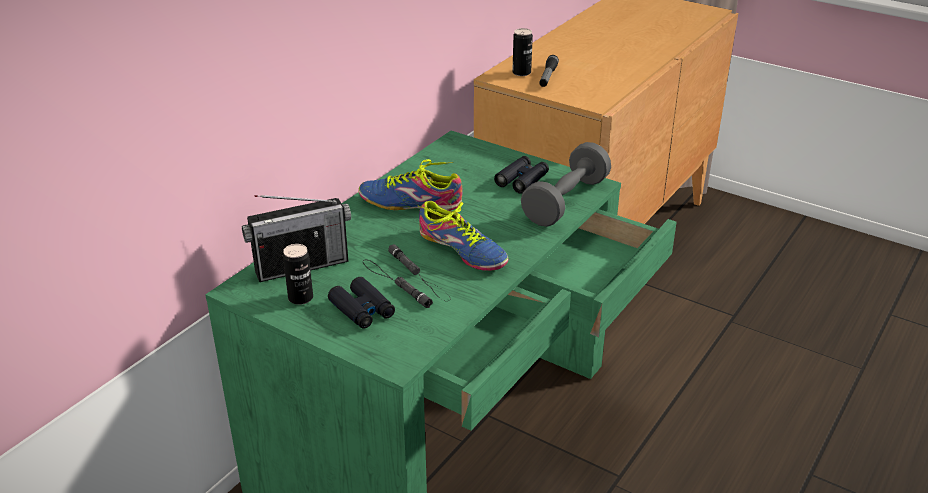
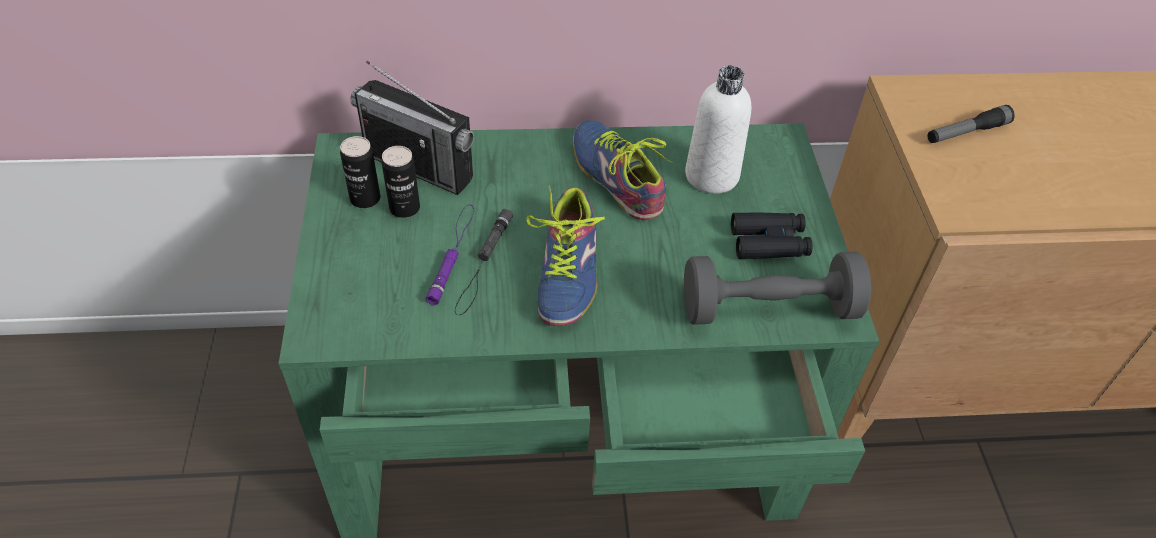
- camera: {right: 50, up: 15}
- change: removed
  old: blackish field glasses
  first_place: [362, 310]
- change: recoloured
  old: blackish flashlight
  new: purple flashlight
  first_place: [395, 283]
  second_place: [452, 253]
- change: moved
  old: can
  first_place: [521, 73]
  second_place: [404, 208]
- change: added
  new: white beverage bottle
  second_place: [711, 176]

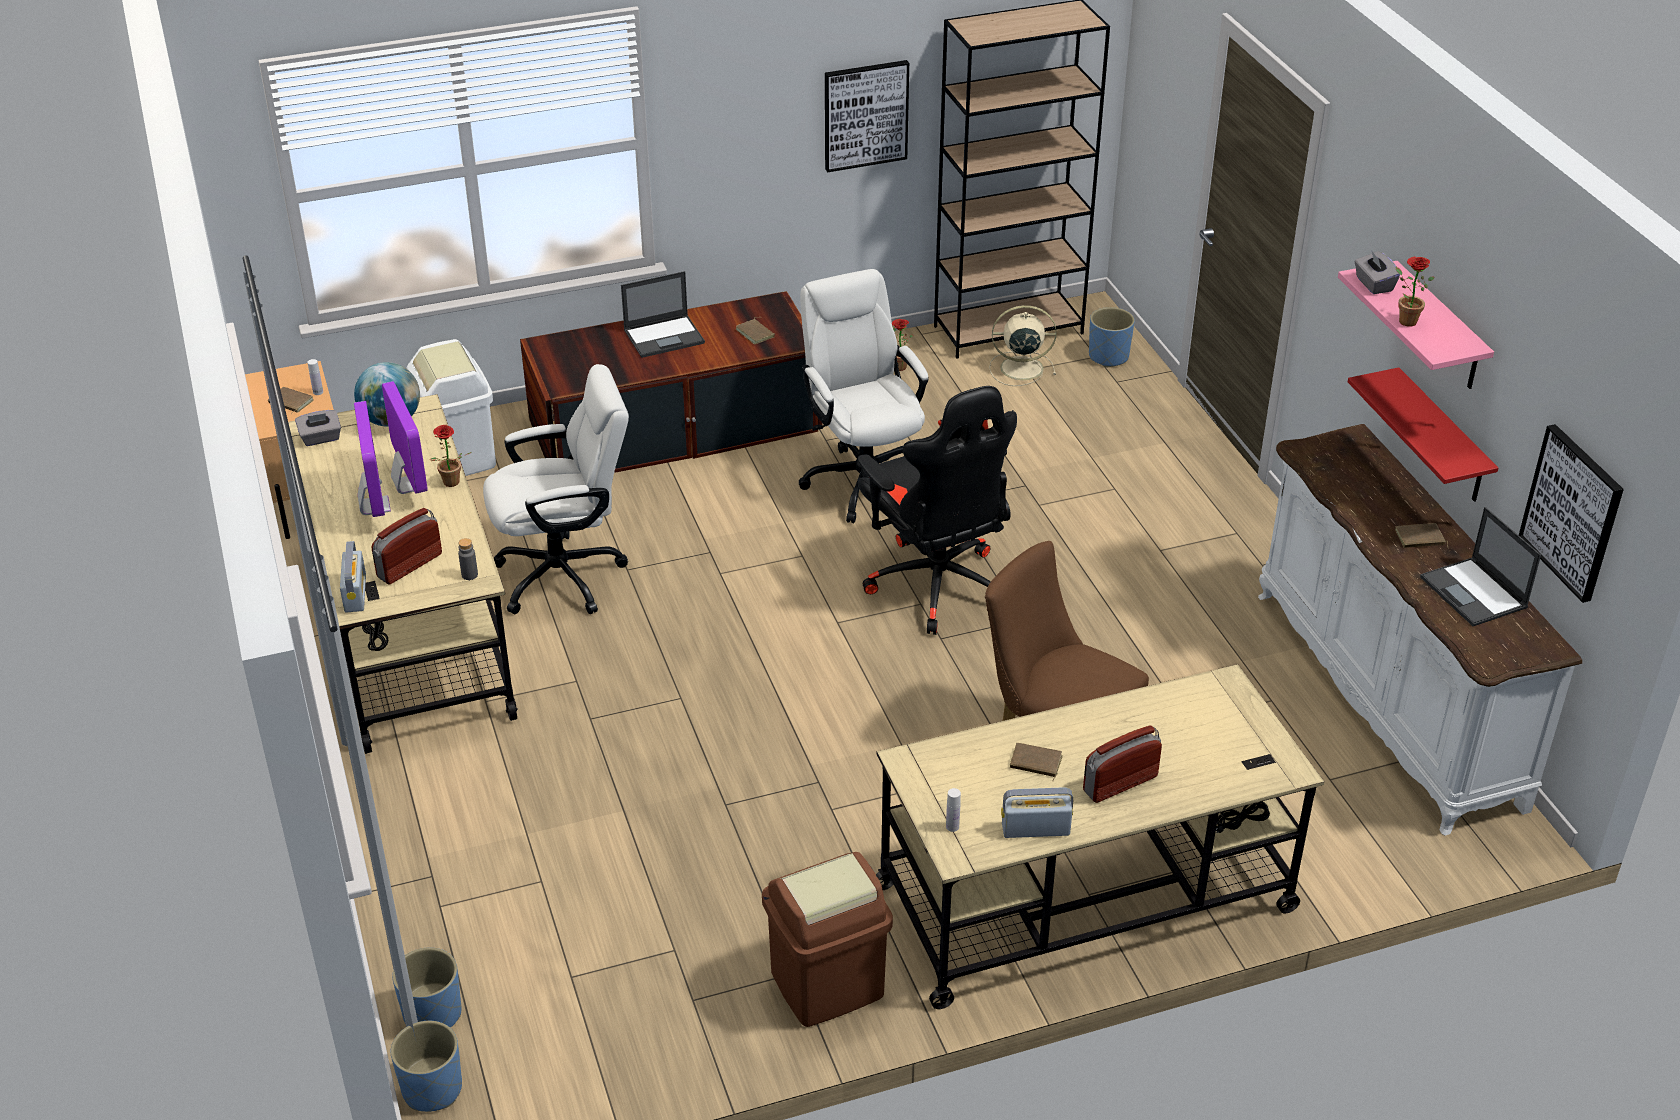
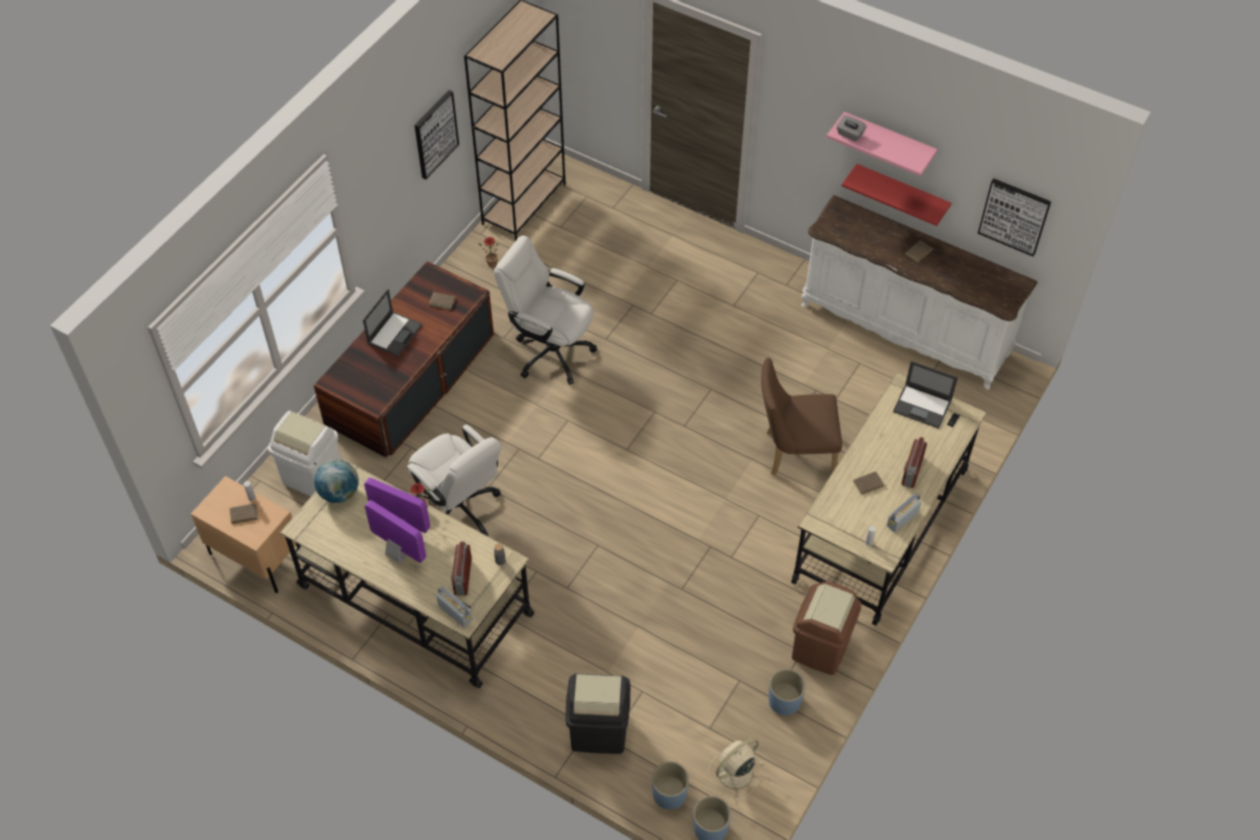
- camera: {right: -40, up: 15}
- change: removed
  old: greyish tissue box
  first_place: [321, 438]
- change: turned
  old: white desk chair
  first_place: [566, 576]
  second_place: [461, 512]
  degrees: 105
- change: removed
  old: blackish desk chair
  first_place: [932, 578]
- change: moved
  old: sand-coloured fan
  first_place: [1019, 368]
  second_place: [734, 773]
- change: moved
  old: blue planter
  first_place: [1109, 357]
  second_place: [785, 701]
- change: removed
  old: potted plant
  first_place: [1404, 320]
- change: moved
  old: notebook computer
  first_place: [1474, 593]
  second_place: [923, 406]
- change: added
  new: blackish trash can
  second_place: [599, 730]

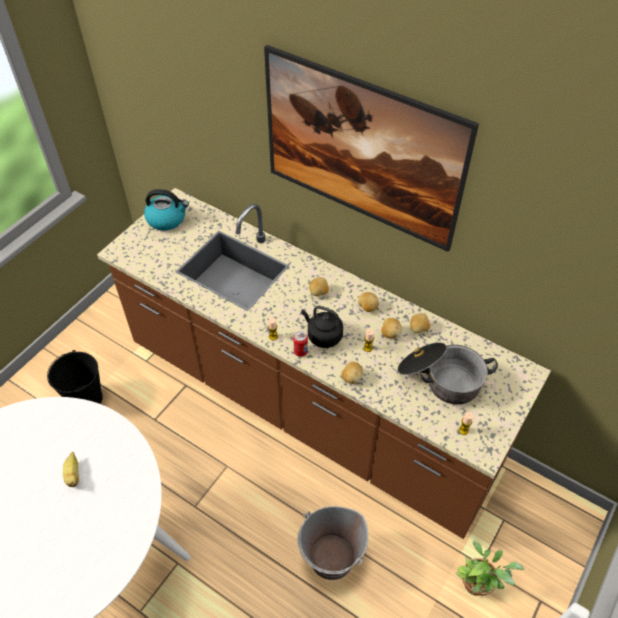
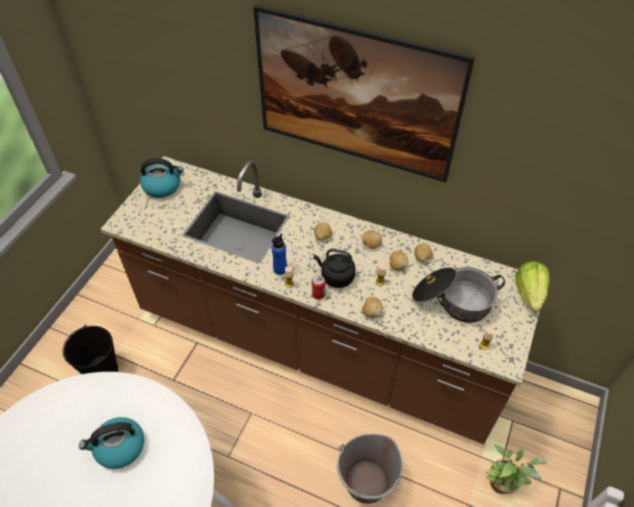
- camera: {right: -10, up: 0}
- change: replaced
  old: whole banana
  new: kettle
  first_place: [73, 474]
  second_place: [119, 447]
- change: added
  new: blue beverage bottle
  second_place: [280, 269]
- change: added
  new: lettuce head
  second_place: [529, 293]

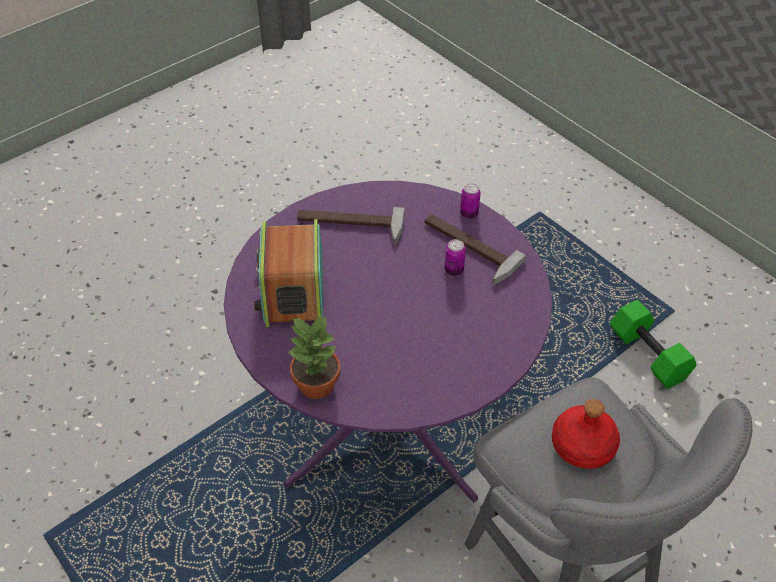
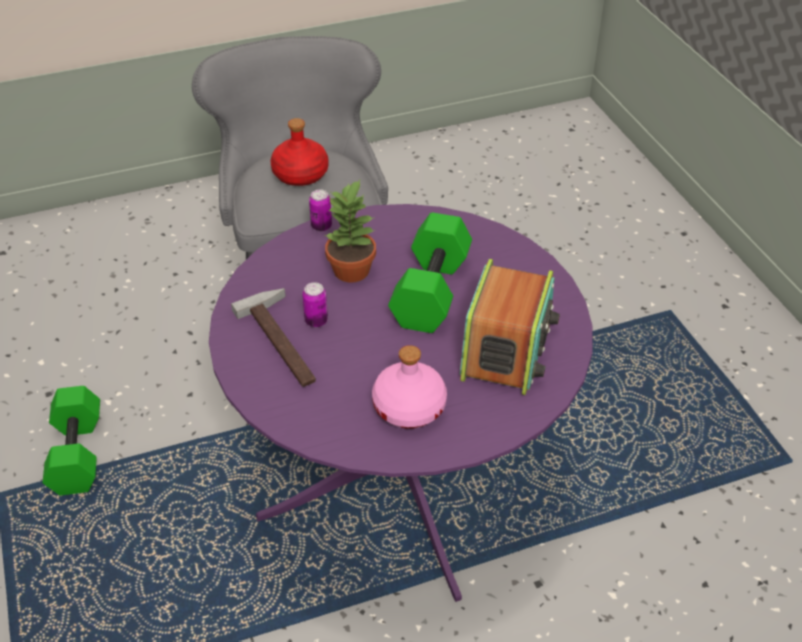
- camera: {right: -160, up: -5}
- change: moved
  old: potted plant
  first_place: [315, 384]
  second_place: [352, 270]
- change: replaced
  old: hammer
  new: pinkish beverage bottle
  first_place: [349, 225]
  second_place: [410, 407]
- change: moved
  old: can
  first_place: [469, 214]
  second_place: [321, 226]
- change: added
  new: green dumbbell
  second_place: [429, 290]

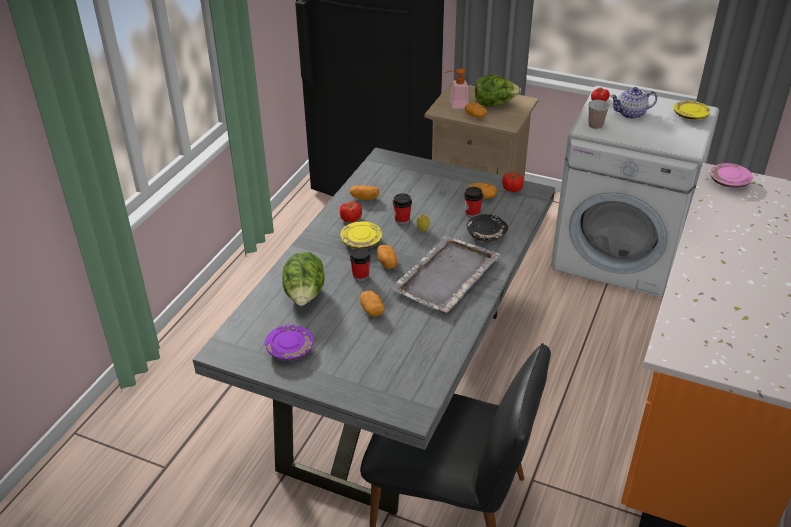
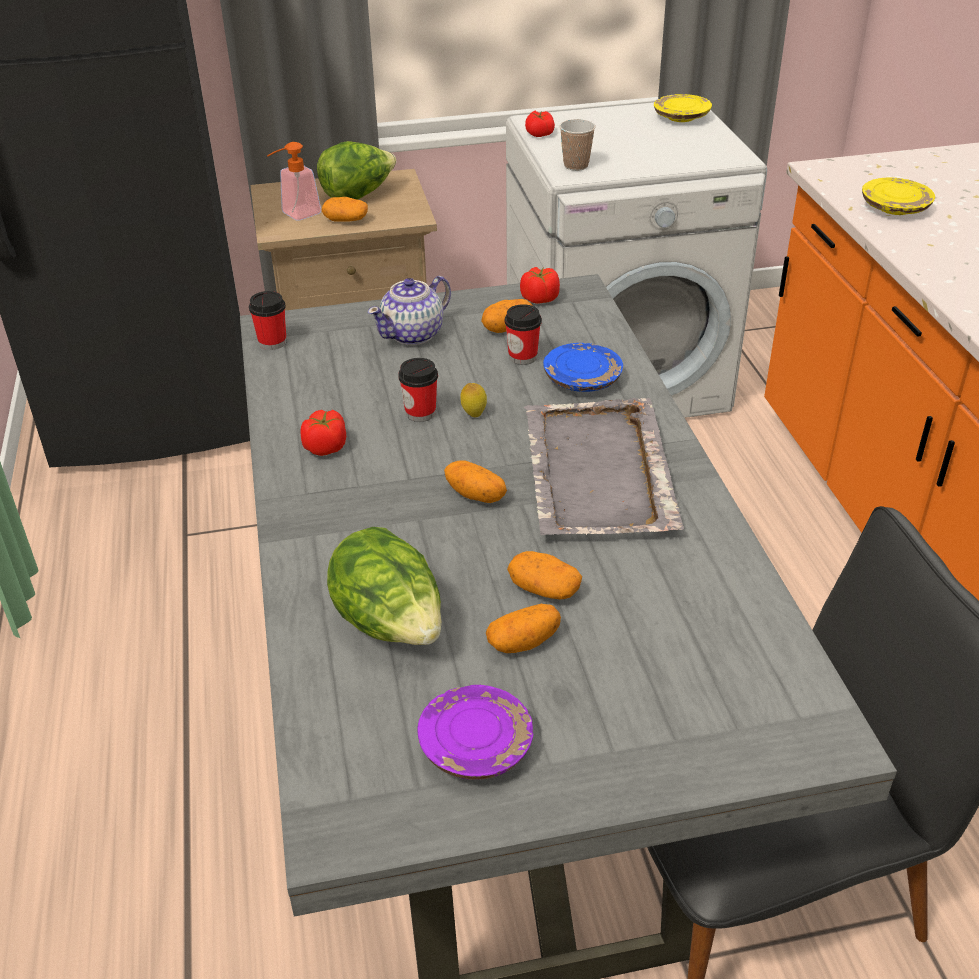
- camera: {right: -35, up: 0}
- change: moved
  old: yellowish dinner plate
  first_place: [361, 241]
  second_place: [895, 208]
- change: moved
  old: whole potato
  first_place: [364, 198]
  second_place: [523, 642]
- change: moved
  old: cup
  first_place: [360, 275]
  second_place: [272, 342]
- change: recoloured
  old: blackish dinner plate
  new: blue dinner plate
  first_place: [486, 234]
  second_place: [582, 379]
- change: moved
  old: teapot
  first_place: [631, 114]
  second_place: [413, 334]
- change: removed
  old: pinkish dinner plate
  first_place: [729, 182]

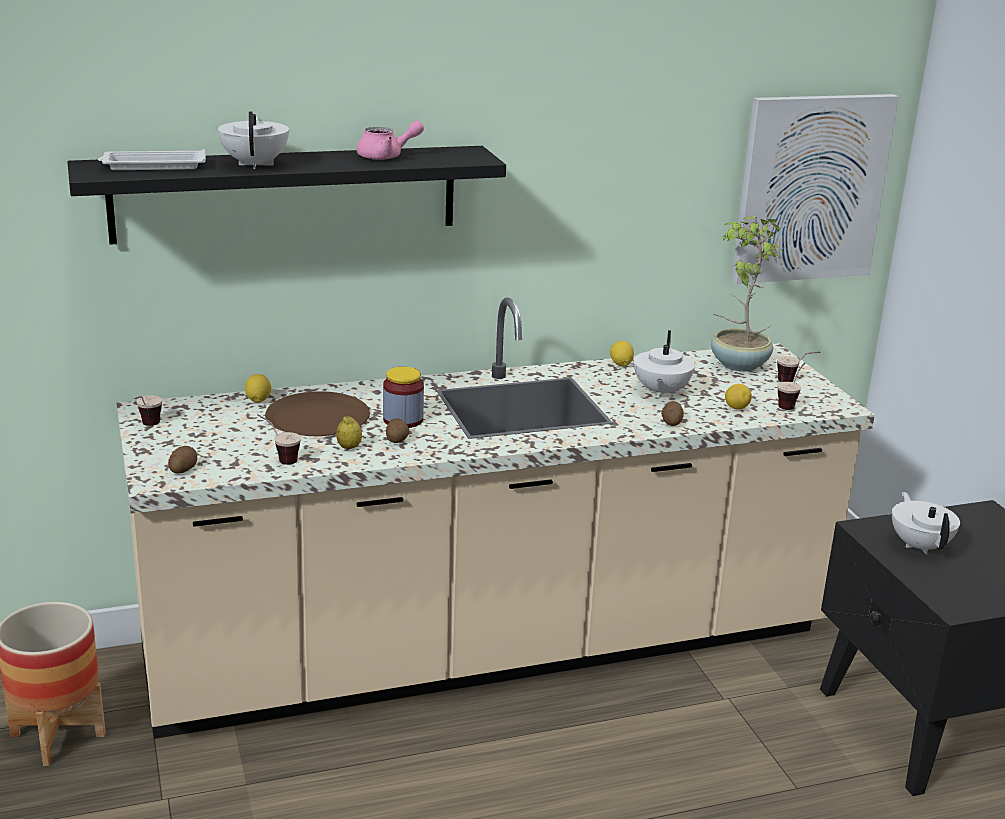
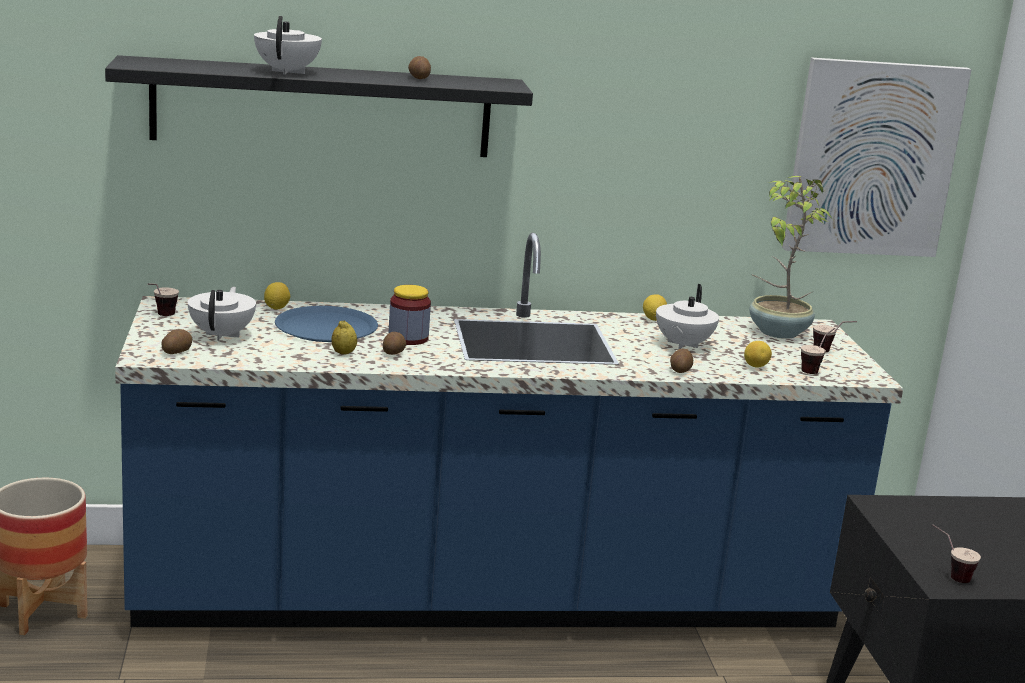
- camera: {right: 10, up: -5}
- change: removed
  old: white tray
  first_place: [152, 166]
- change: recoloured
  old: sand-coloured counter
  new: blue counter
  first_place: [491, 650]
  second_place: [490, 598]
- change: moved
  old: cup
  first_place: [279, 459]
  second_place: [948, 575]
- change: recoloured
  old: brownish dinner plate
  new: blue dinner plate
  first_place: [318, 417]
  second_place: [326, 327]
- change: replaced
  old: pinkish teapot
  new: whole potato
  first_place: [386, 156]
  second_place: [419, 78]
- change: moved
  old: white teapot
  first_place: [920, 545]
  second_place: [222, 335]

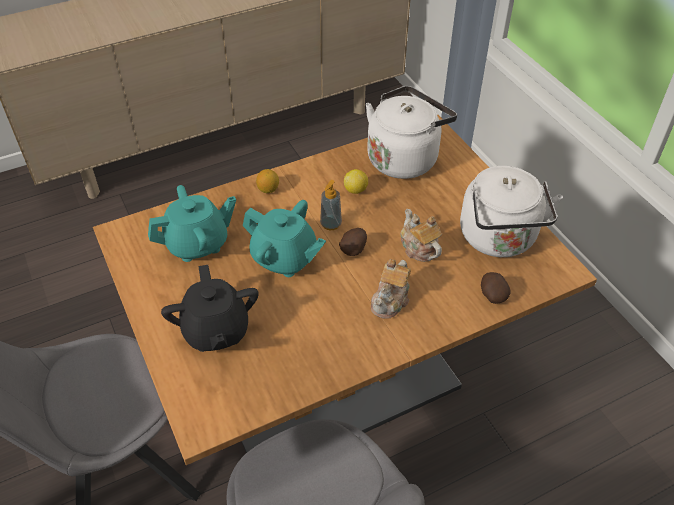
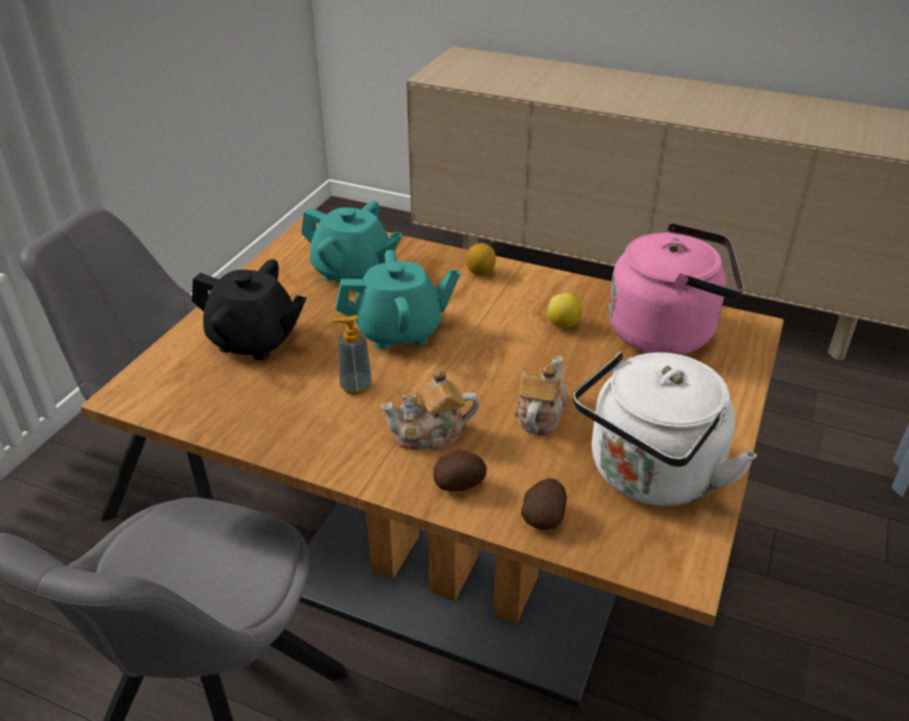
- camera: {right: 50, up: -10}
- change: turned
  old: blackish teapot
  first_place: [216, 331]
  second_place: [254, 341]
  degrees: -105
- change: turned
  old: blue-green teapot
  first_place: [284, 258]
  second_place: [399, 331]
  degrees: -90
- change: moved
  old: soap dispenser
  first_place: [330, 224]
  second_place: [356, 386]
- change: moved
  old: whole potato
  first_place: [354, 249]
  second_place: [460, 484]
- change: recoloured
  old: white kettle
  new: pinkish kettle
  first_place: [404, 158]
  second_place: [667, 332]

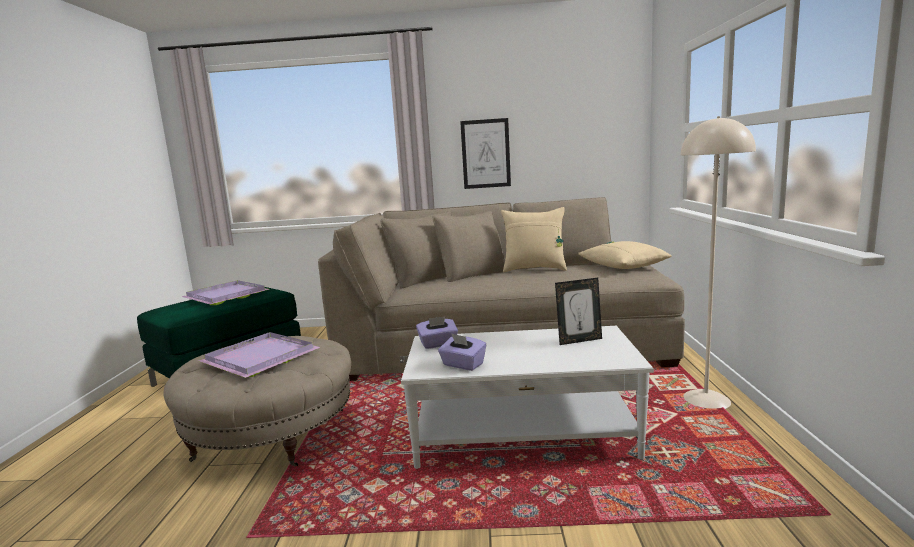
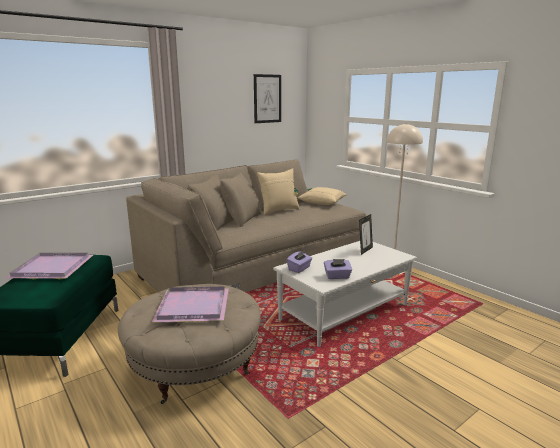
- camera: {right: -40, up: 5}
- change: moved
  old: wall art
  first_place: [485, 154]
  second_place: [267, 98]

